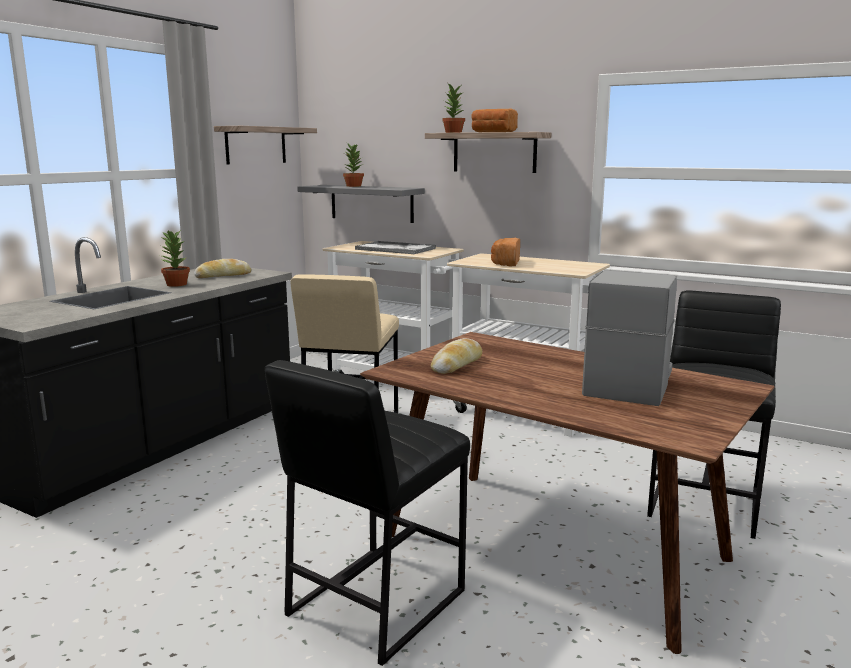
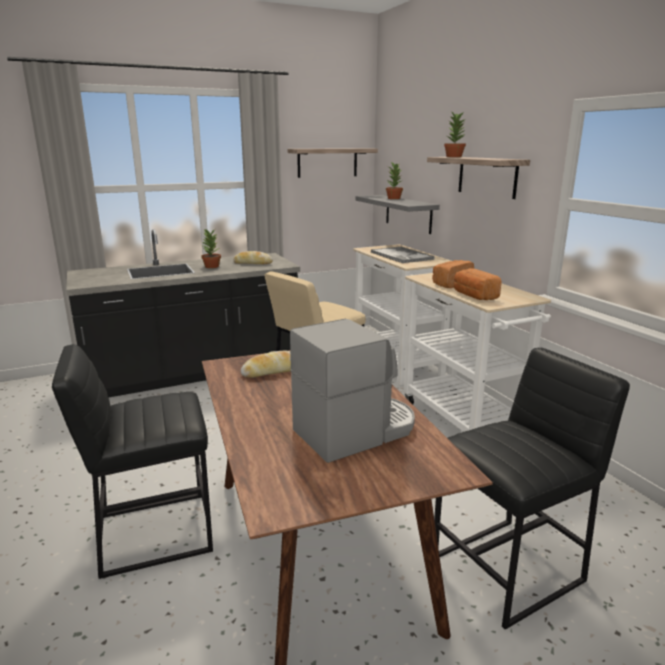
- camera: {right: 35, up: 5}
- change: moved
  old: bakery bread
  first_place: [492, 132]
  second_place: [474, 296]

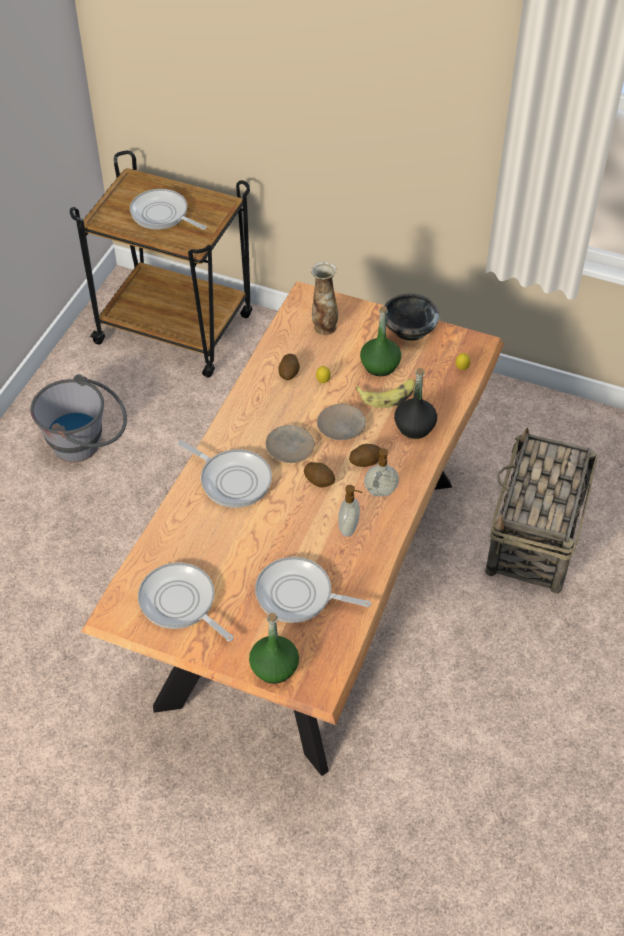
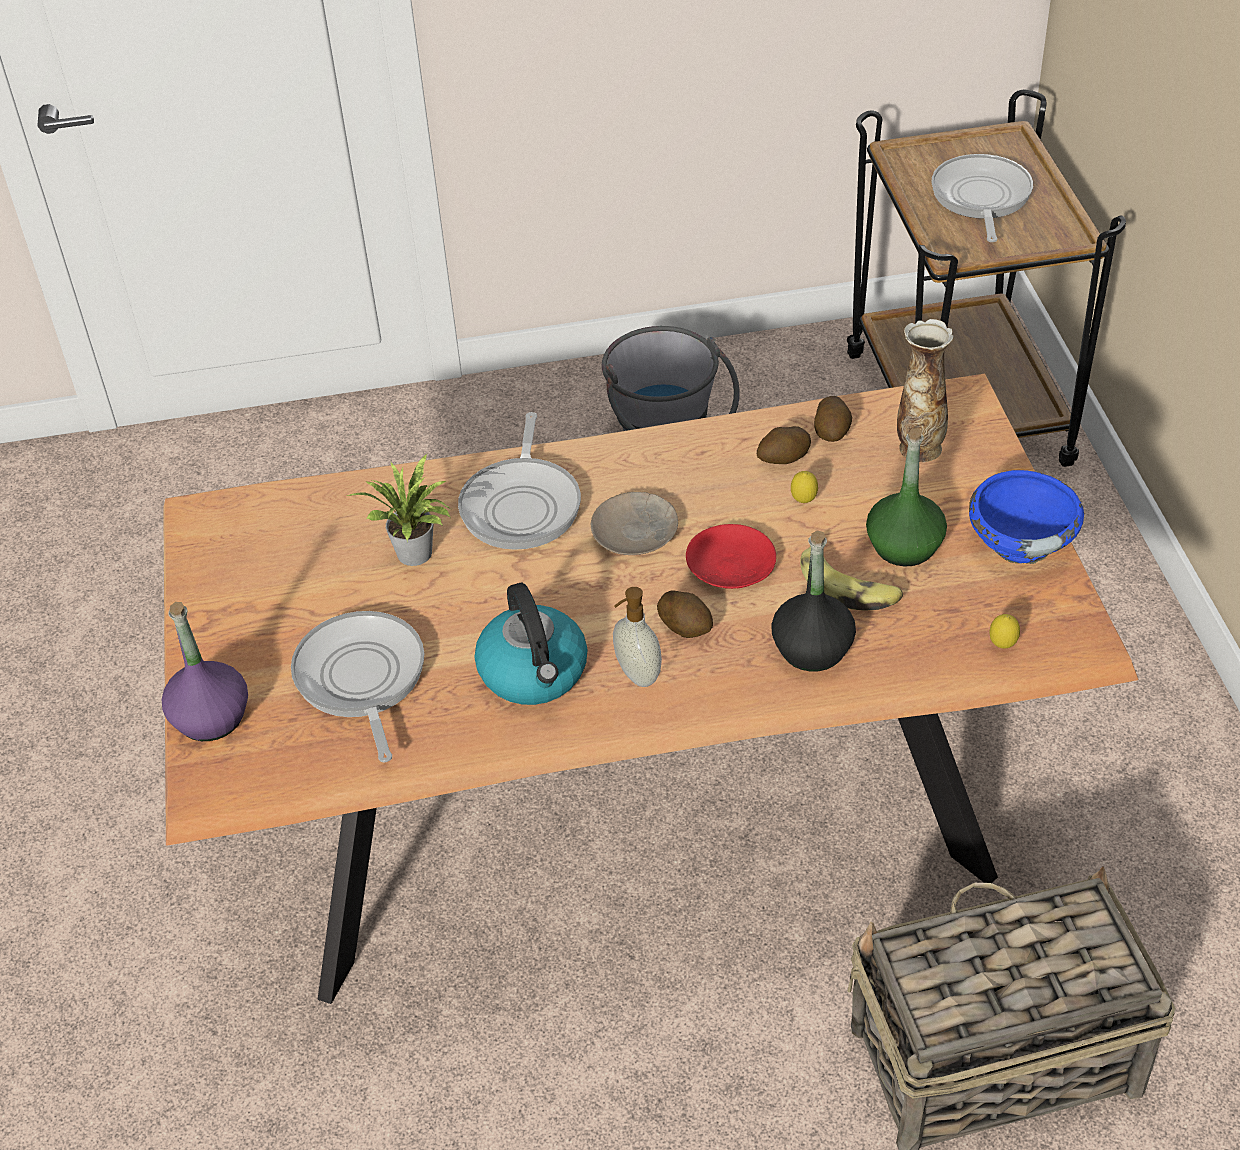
- camera: {right: 60, up: -5}
- change: removed
  old: frying pan
  first_place: [180, 603]
- change: recoloured
  old: green beverage bottle
  new: purple beverage bottle
  first_place: [274, 668]
  second_place: [211, 718]
- change: moved
  old: whole potato
  first_place: [319, 480]
  second_place: [832, 432]
- change: recoloured
  old: sand-coloured dinner plate
  new: reddish dinner plate
  first_place: [341, 427]
  second_place: [731, 566]
- change: replaced
  old: soap dispenser
  new: kettle
  first_place: [349, 528]
  second_place: [534, 673]
- change: recoloured
  old: blackish bowl
  new: blue bowl
  first_place: [409, 329]
  second_place: [1021, 541]
- change: added
  new: potted plant
  second_place: [416, 556]

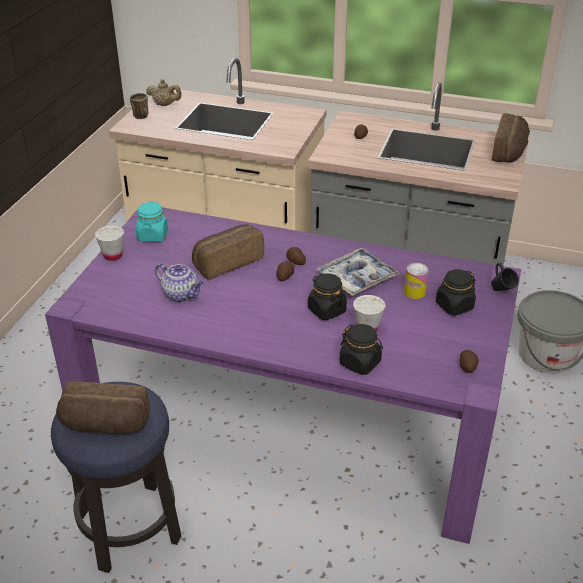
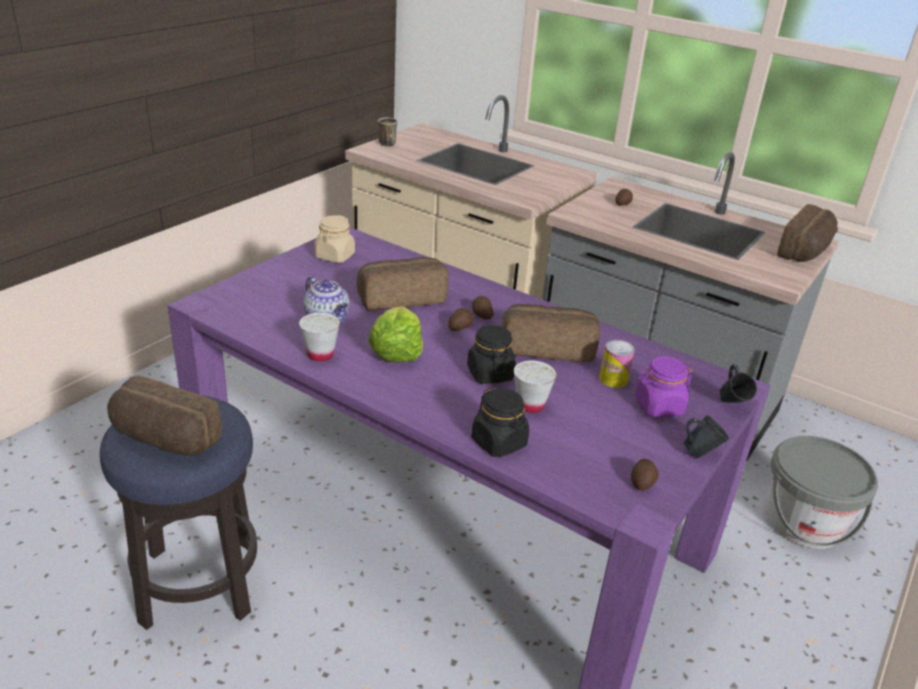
- camera: {right: 15, up: -5}
- change: moved
  old: white cup
  first_place: [113, 256]
  second_place: [320, 355]
- change: recoloured
  old: blue-green storage jar
  new: sand-coloured storage jar
  first_place: [152, 236]
  second_place: [334, 256]
- change: removed
  old: sand-coloured teapot
  first_place: [165, 105]
- change: replaced
  old: tray
  new: bakery bread
  first_place: [357, 278]
  second_place: [547, 348]
- change: recoloured
  old: blackish storage jar
  new: purple storage jar
  first_place: [454, 306]
  second_place: [658, 407]
- change: added
  new: lettuce head
  second_place: [396, 351]
- change: added
  new: blue tea mug
  second_place: [700, 453]

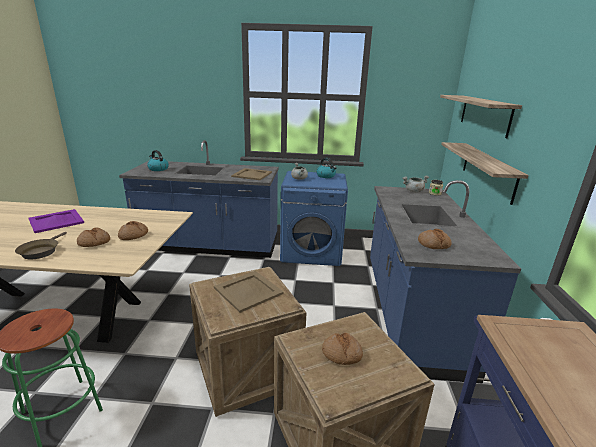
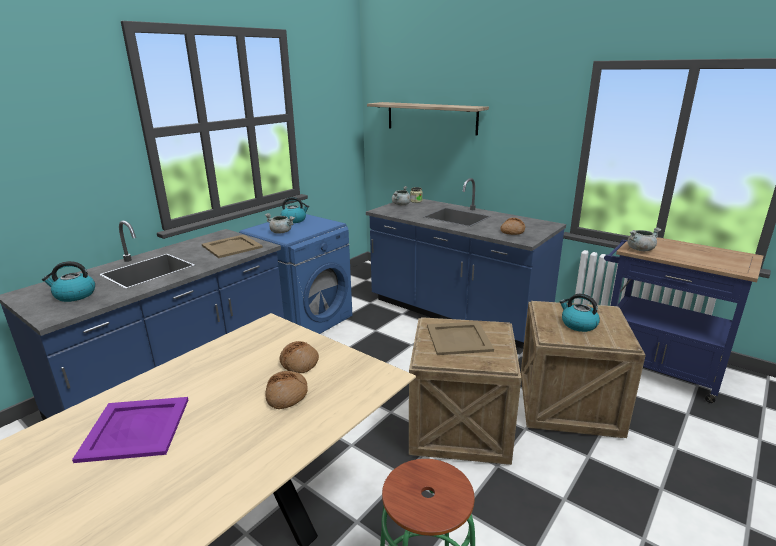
- camera: {right: -55, up: 0}
- change: removed
  old: brownish frying pan
  first_place: [41, 251]
- change: replaced
  old: bakery bread
  new: kettle
  first_place: [341, 354]
  second_place: [578, 324]
- change: removed
  old: shelf
  first_place: [488, 170]
- change: added
  new: greyish stockpot
  second_place: [640, 249]

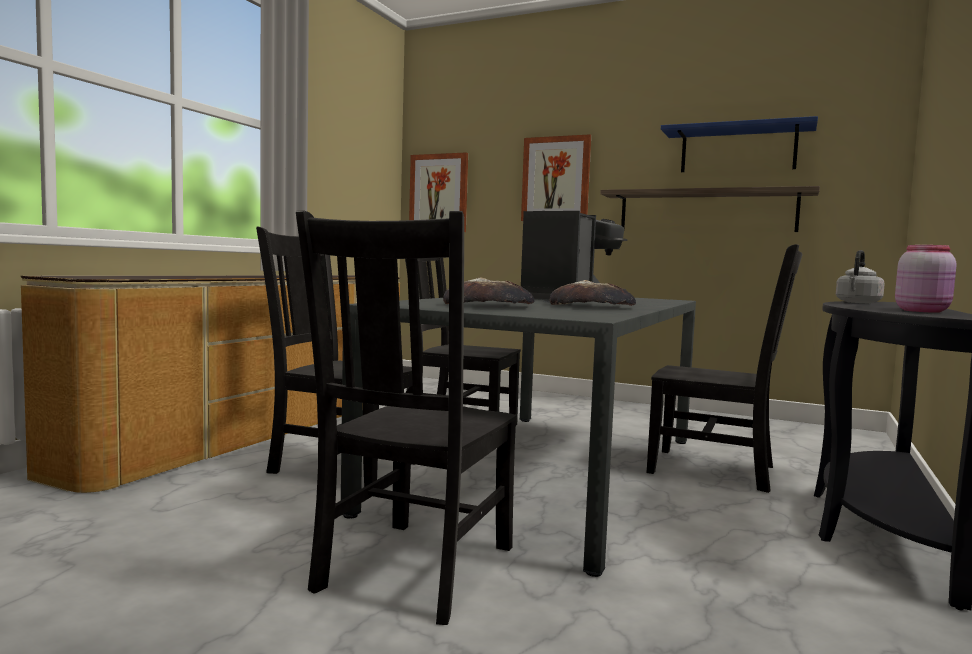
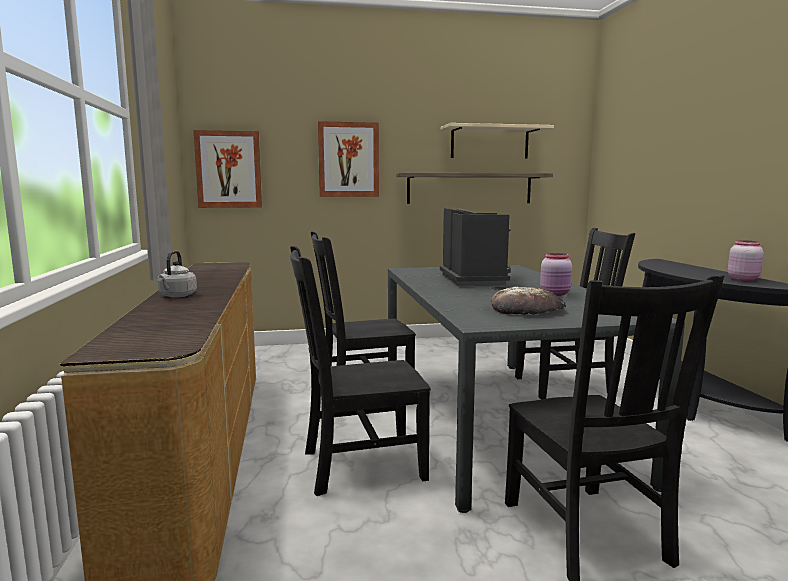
- camera: {right: -35, up: 5}
- change: replaced
  old: bakery bread
  new: pinkish storage jar
  first_place: [592, 306]
  second_place: [556, 294]
- change: recoloured
  old: blue shelf
  new: sand-coloured shelf
  first_place: [738, 150]
  second_place: [489, 143]
- change: moved
  old: greyish kettle
  first_place: [857, 302]
  second_place: [177, 296]

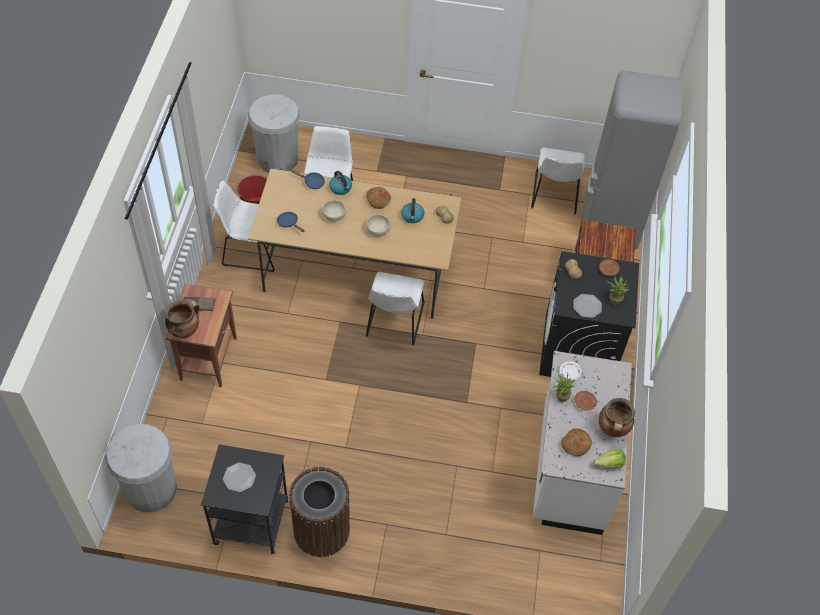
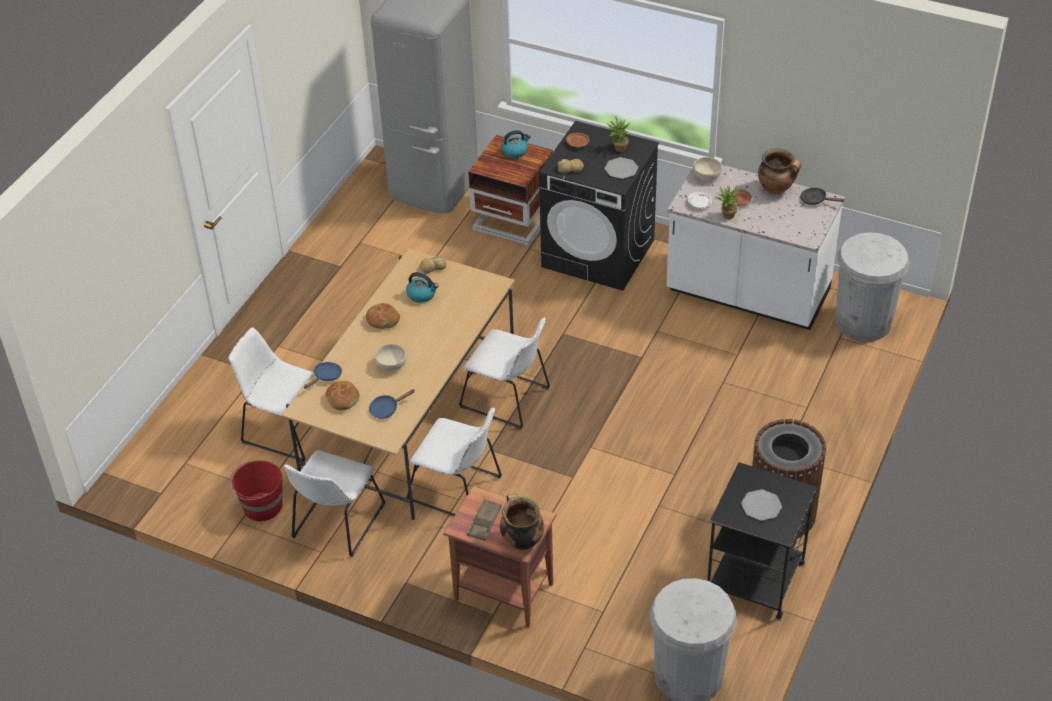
- camera: {right: -70, up: -10}
- change: moved
  old: white trash can
  first_place: [277, 159]
  second_place: [863, 321]
- change: moved
  old: kettle
  first_place: [341, 188]
  second_place: [515, 151]
- change: moved
  old: sand-coloured bowl
  first_place: [377, 230]
  second_place: [706, 176]
- change: moved
  old: white upright chair
  first_place: [555, 195]
  second_place: [458, 490]
- change: moved
  old: bakery bread
  first_place: [576, 445]
  second_place: [343, 399]
- change: replaced
  old: lettuce head
  new: blackish frying pan
  first_place: [609, 464]
  second_place: [816, 200]

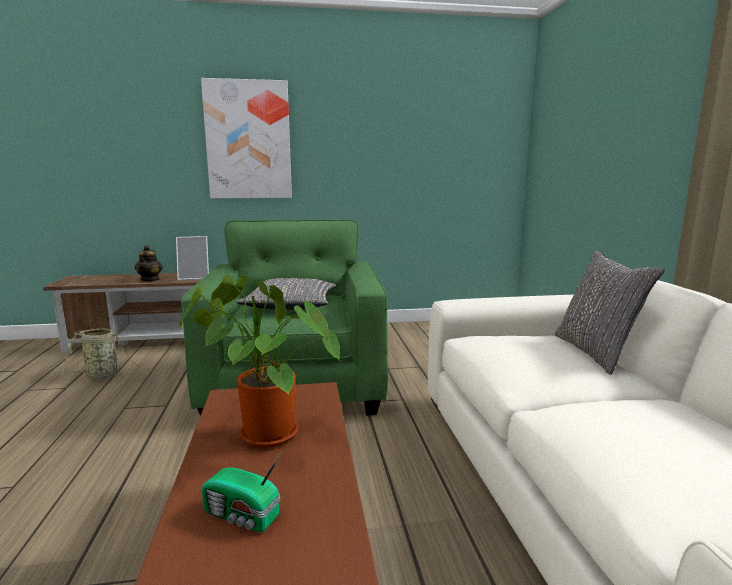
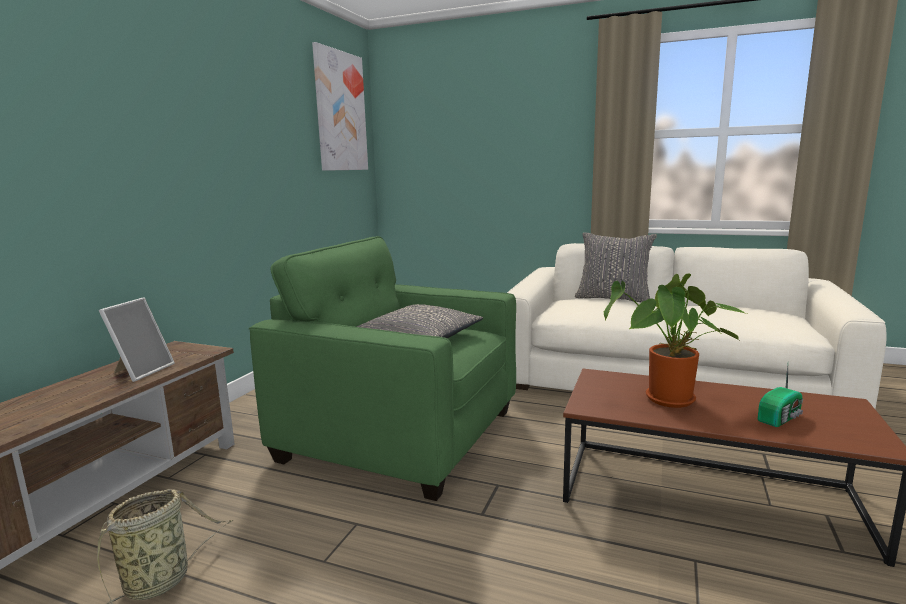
- camera: {right: -60, up: 0}
- change: removed
  old: teapot
  first_place: [150, 279]
- change: moved
  old: wall art
  first_place: [248, 140]
  second_place: [340, 111]

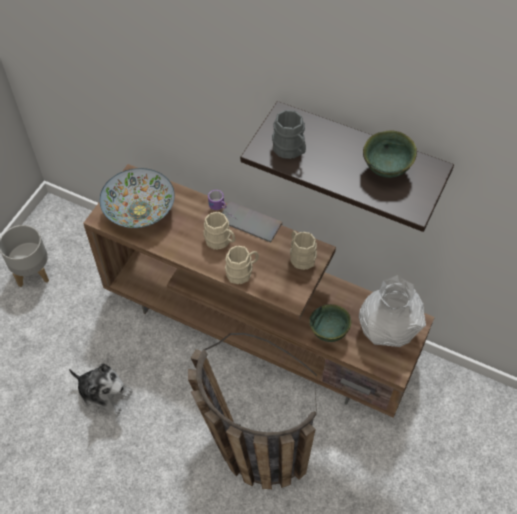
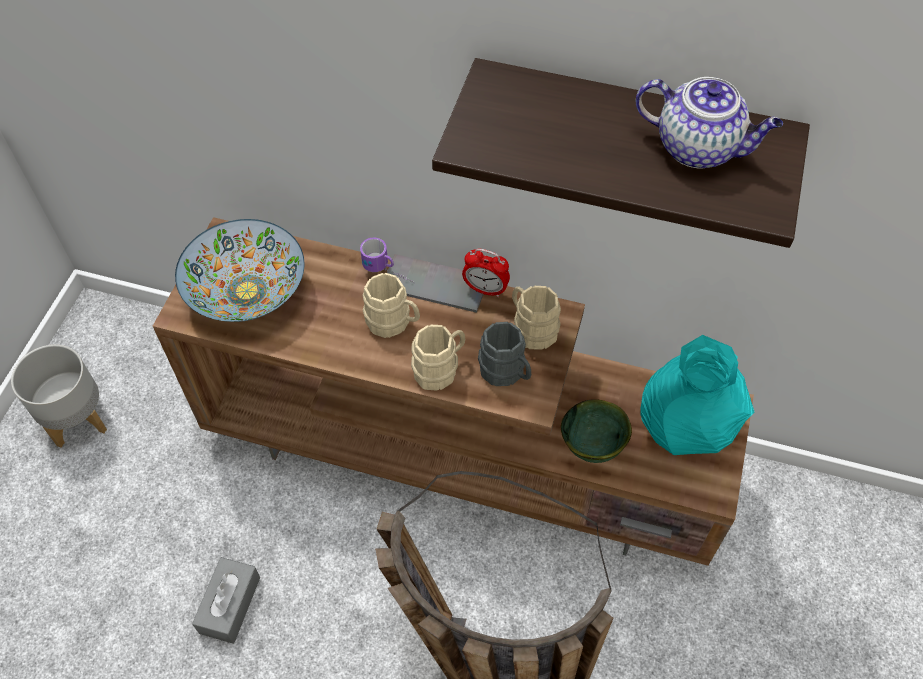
- camera: {right: -10, up: 0}
- change: replaced
  old: cuddly toy
  new: greyish tissue box
  first_place: [104, 394]
  second_place: [230, 605]
- change: moved
  old: greyish tea mug
  first_place: [290, 150]
  second_place: [506, 373]
- change: recoloured
  old: white decorative vase
  new: blue-green decorative vase
  first_place: [388, 328]
  second_place: [686, 425]
- change: replaced
  old: green bowl
  new: teapot
  first_place: [387, 169]
  second_place: [699, 148]
- change: added
  new: alarm clock
  second_place: [485, 289]

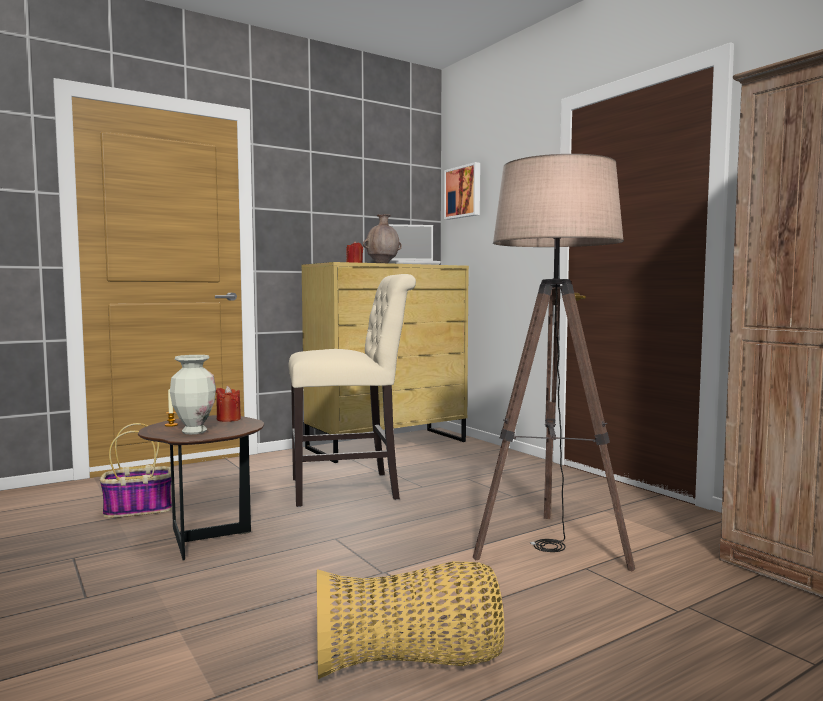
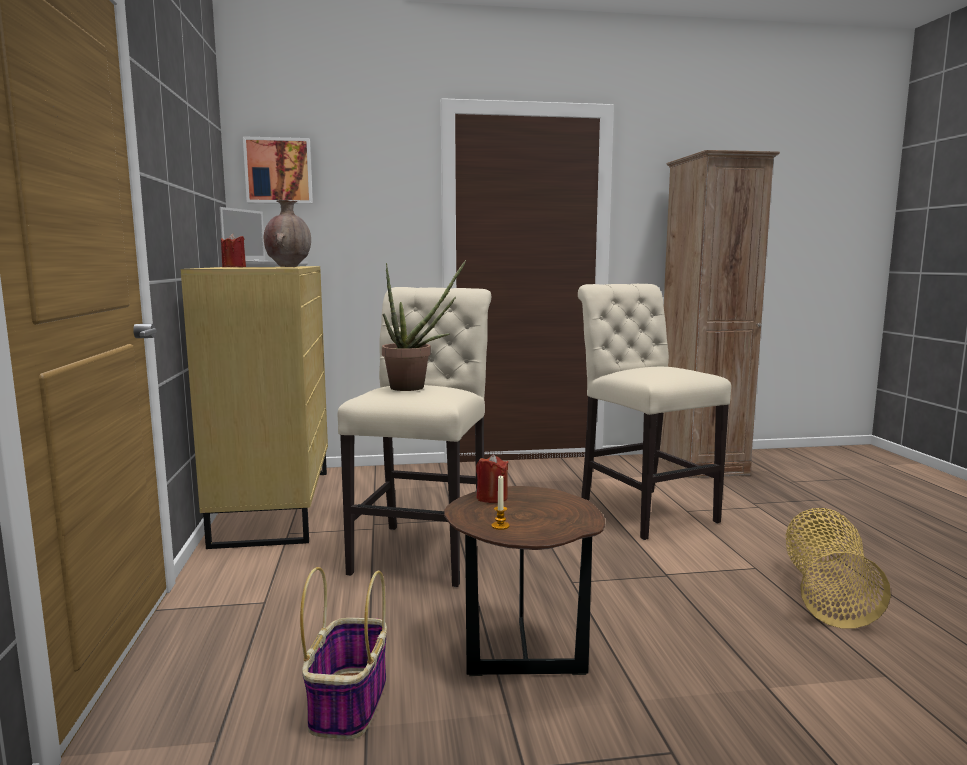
- camera: {right: -65, up: 5}
- change: removed
  old: decorative vase
  first_place: [194, 432]
- change: replaced
  old: standard lamp
  new: sand-coloured stool seat
  first_place: [550, 547]
  second_place: [643, 510]
- change: added
  new: potted plant
  second_place: [415, 387]

